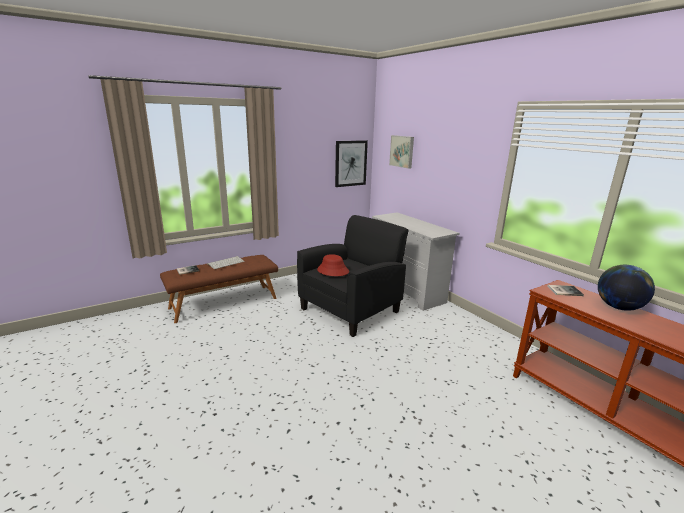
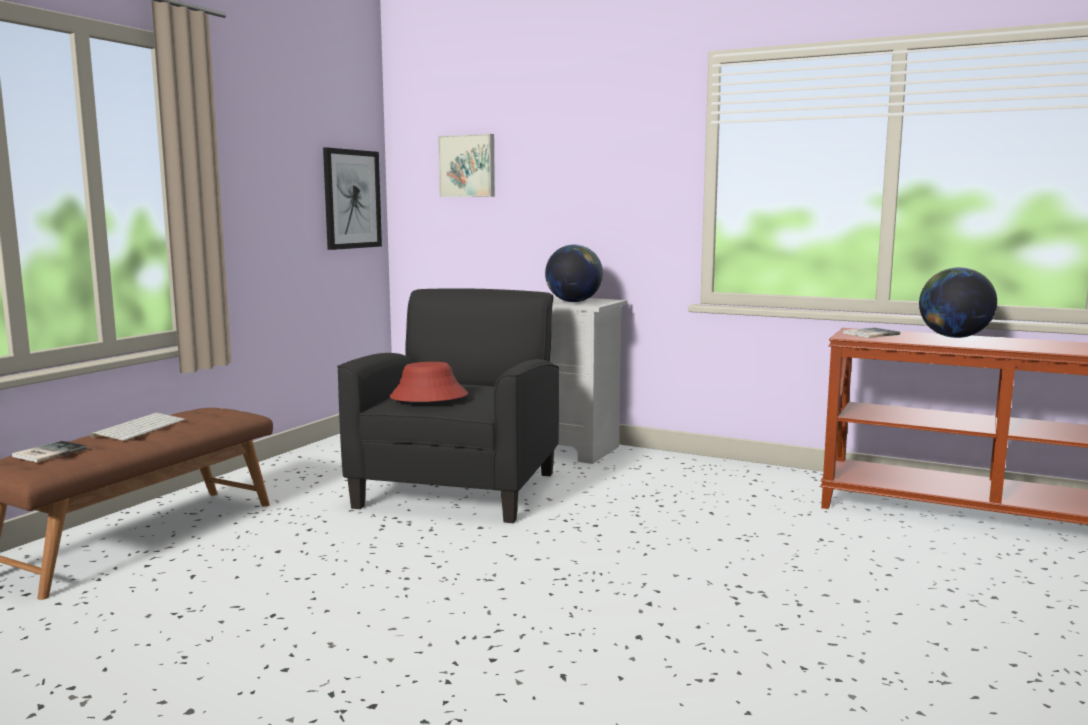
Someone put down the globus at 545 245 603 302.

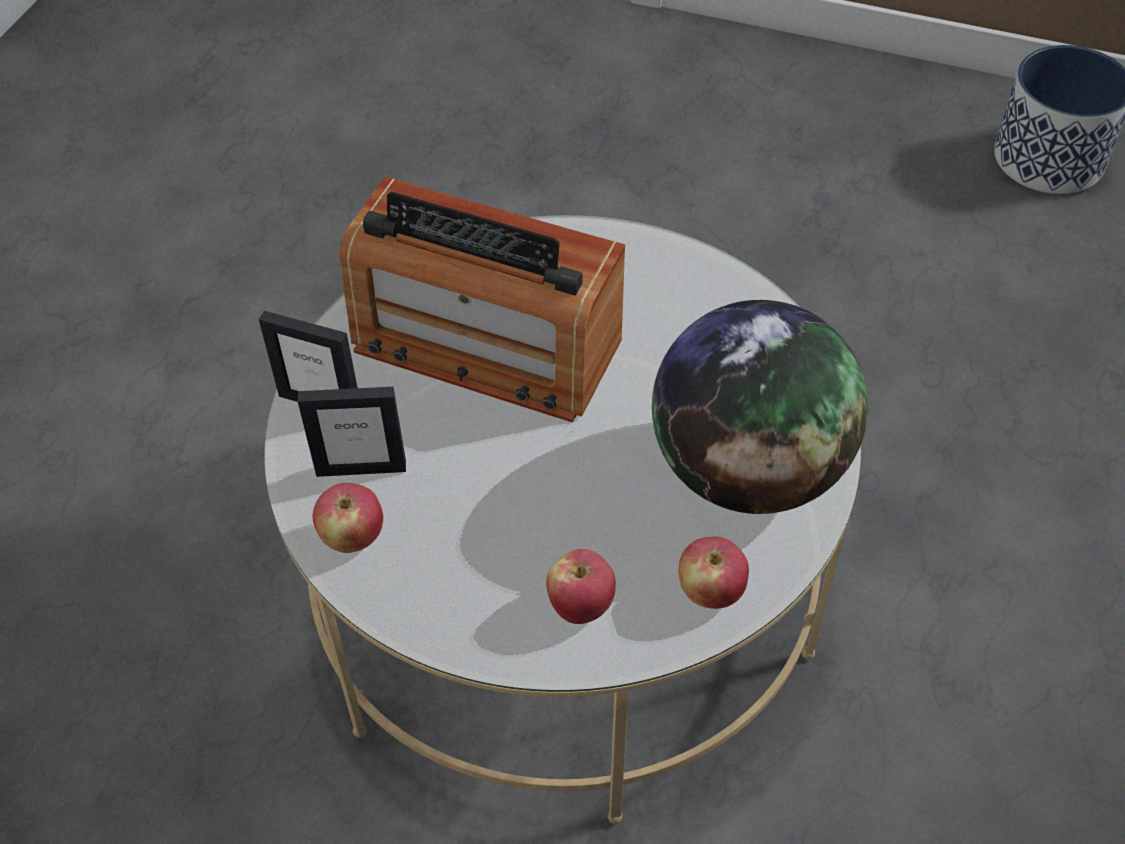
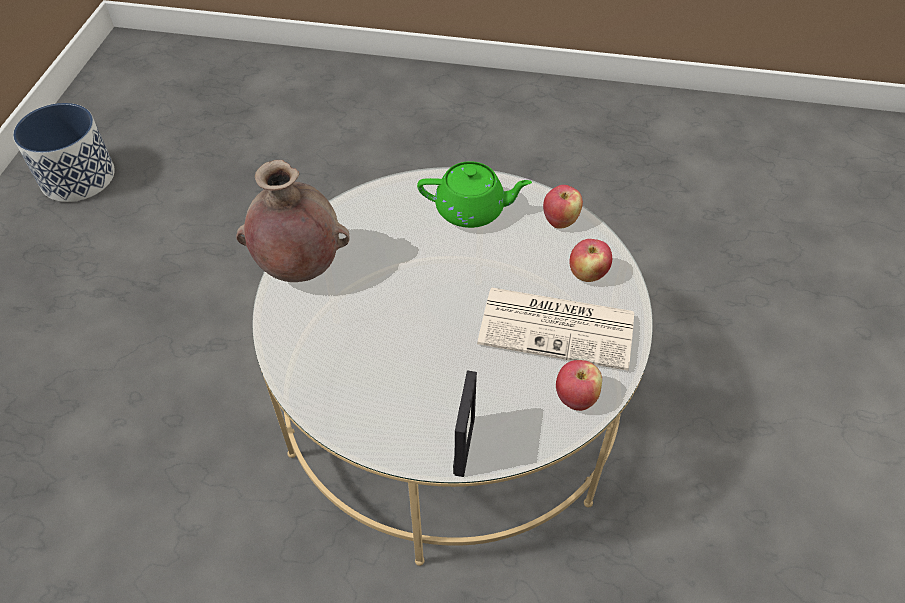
Someone put down the wazon (brązowy) at 236 160 350 282.
Someone swapped the globus at 652 300 868 514 for the imbryk (zielony) at 417 161 532 228.
Someone put down the gazeta at 477 288 634 371.
Someone took away the ramka na zdjęcie at 298 387 406 477.
Someone took away the radio at 339 176 625 423.

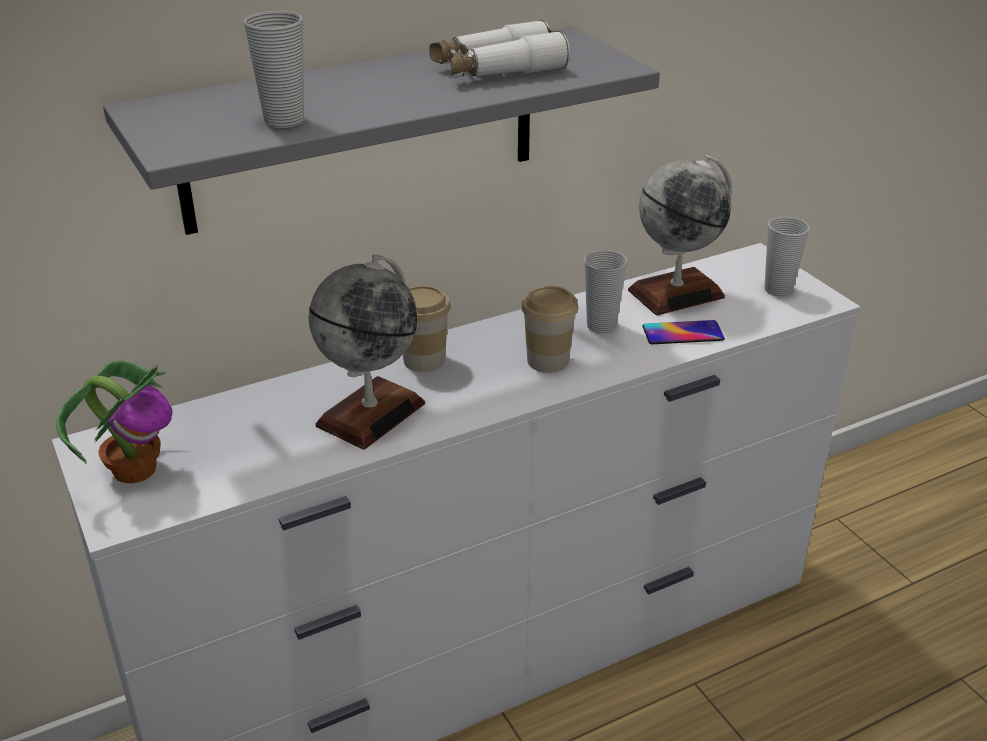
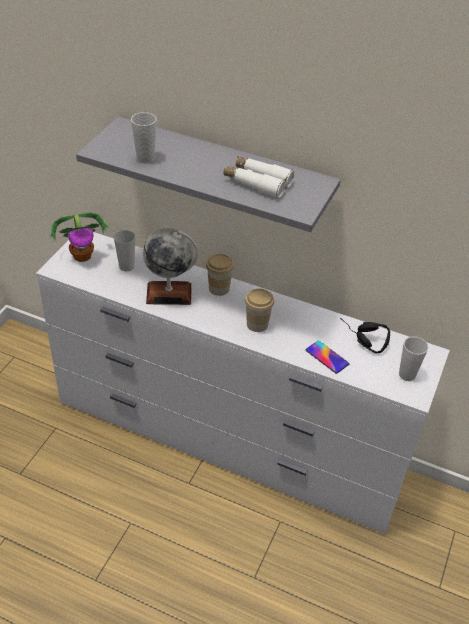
Someone carried the filiżanka from 584 249 627 333 to 114 230 136 272.
Someone swapped the globus at 628 155 732 315 for the słuchawki (czarny) at 340 318 390 354.

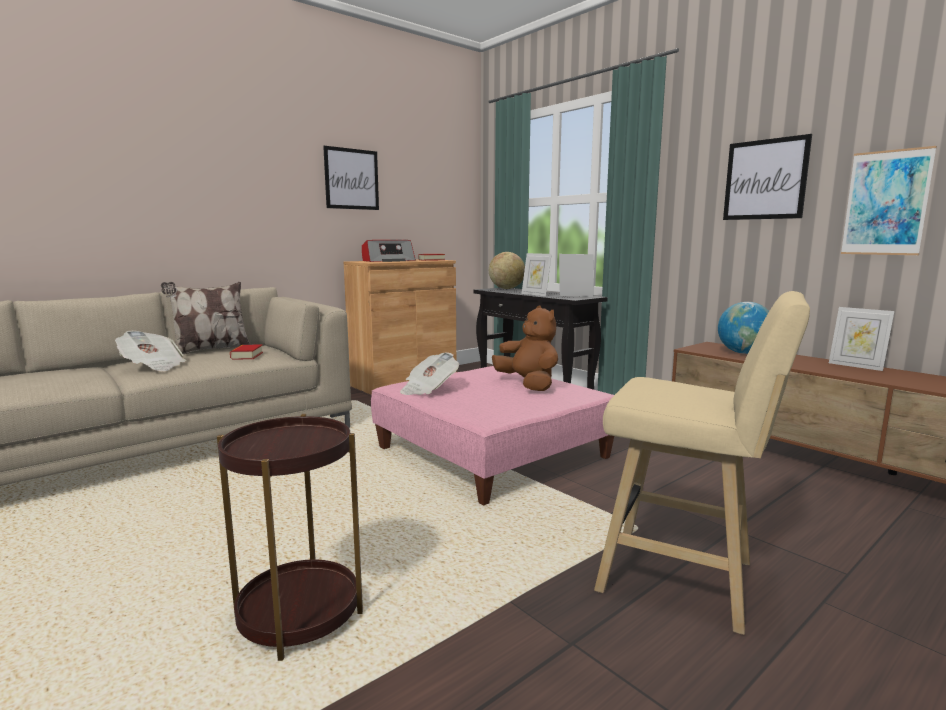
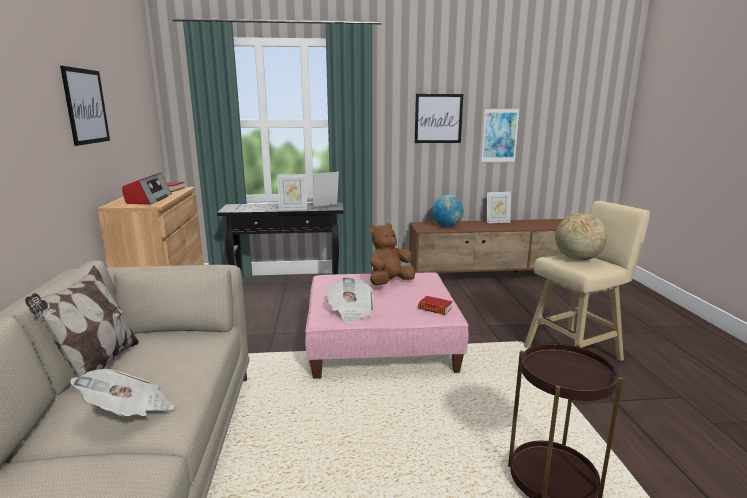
Someone rotated the pluszak (brązowy) at 492 306 558 391 by 45 degrees counterclockwise.
Someone carried the książka from 230 344 263 360 to 418 296 452 315.
Someone carried the globus from 489 252 525 289 to 555 213 607 261.

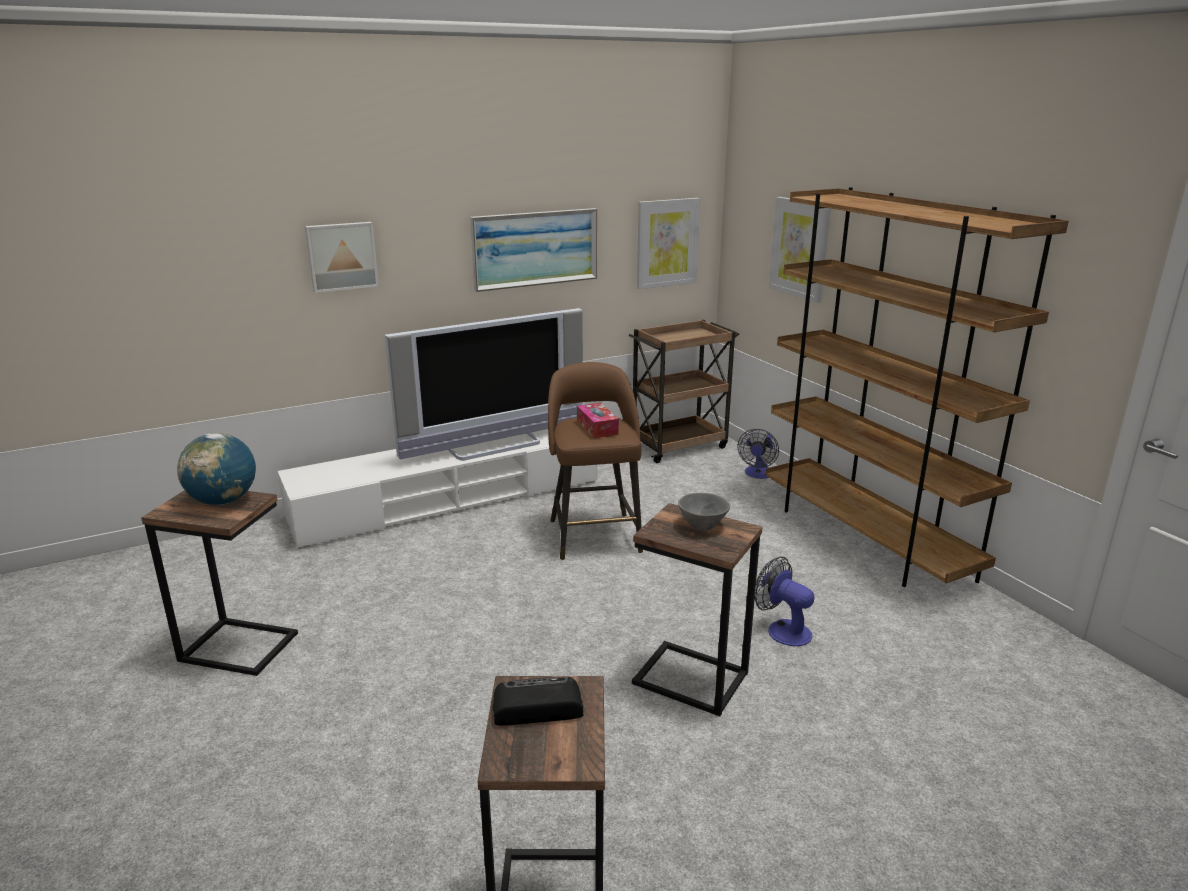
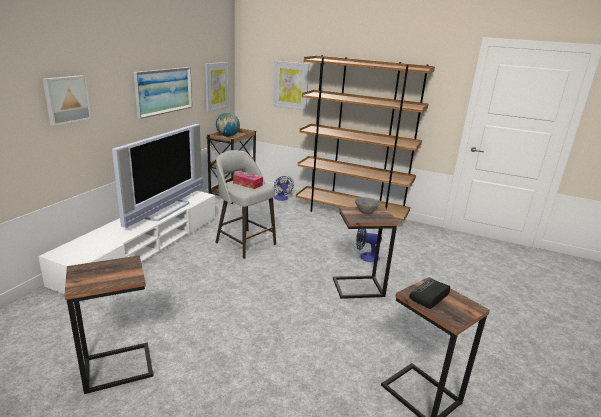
Someone repainted the stołek (brązowy) at 548 362 643 560, which became the stołek (szary) at 215 150 276 259.
Someone carried the globus from 177 433 256 505 to 216 113 240 137.

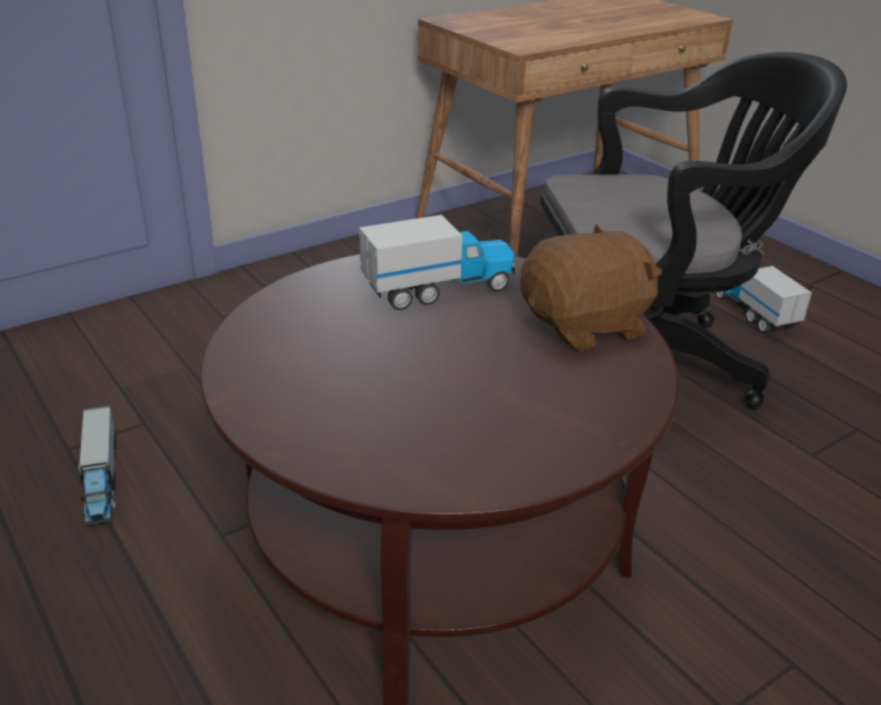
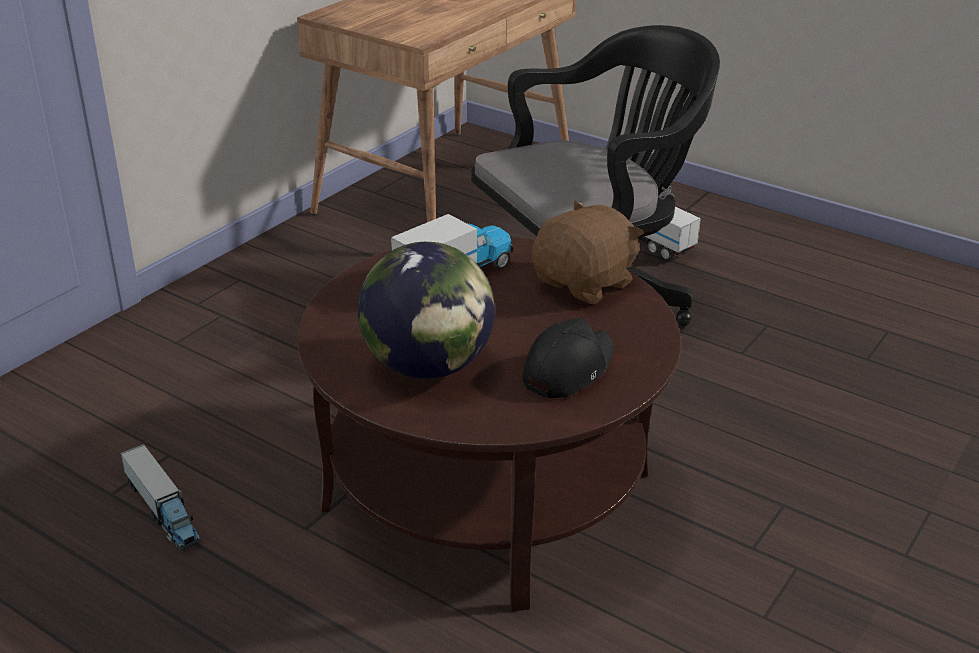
Someone put down the globus at 358 242 495 379.
Someone put down the czapka z daszkiem (czarny) at 522 318 614 398.

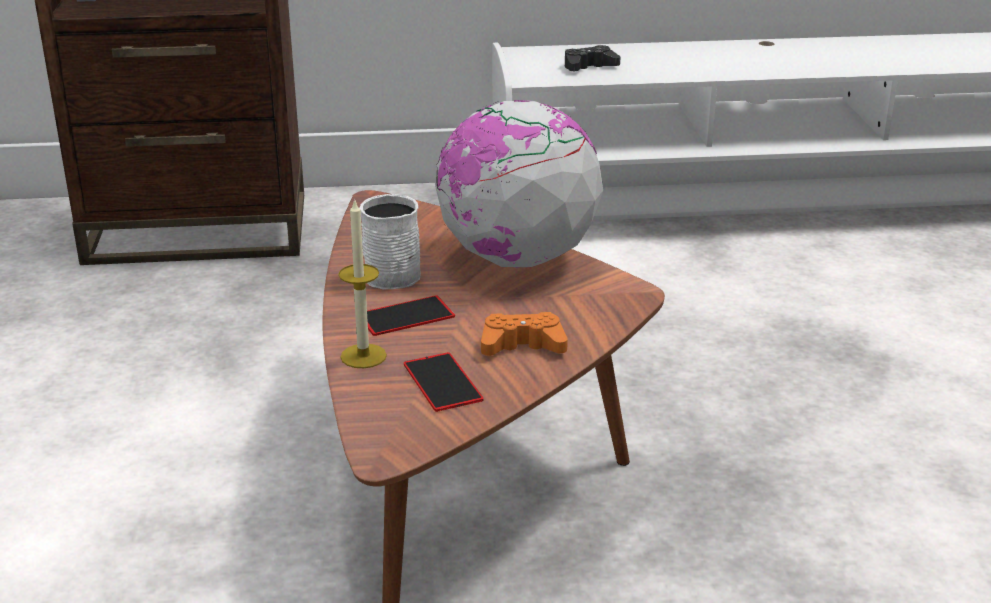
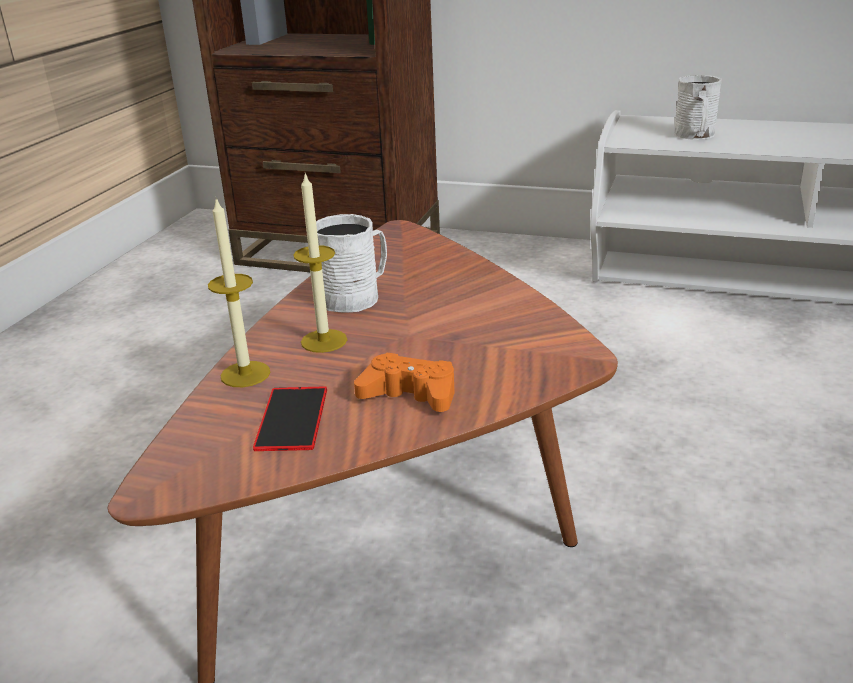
Someone swapped the telefon at 367 295 455 336 for the świeca at 293 173 347 353.
Someone swapped the pad do gier (czarny) at 565 45 620 71 for the kubek (biały) at 674 75 722 140.
Someone took away the globus at 435 100 603 268.

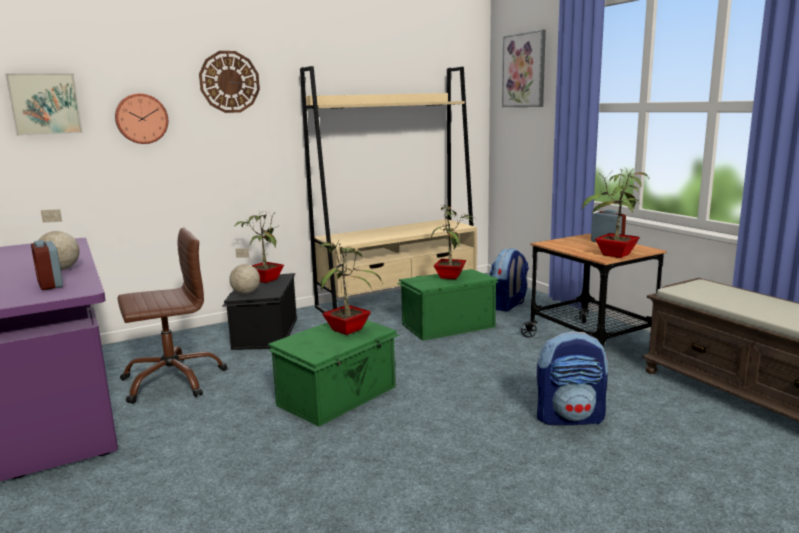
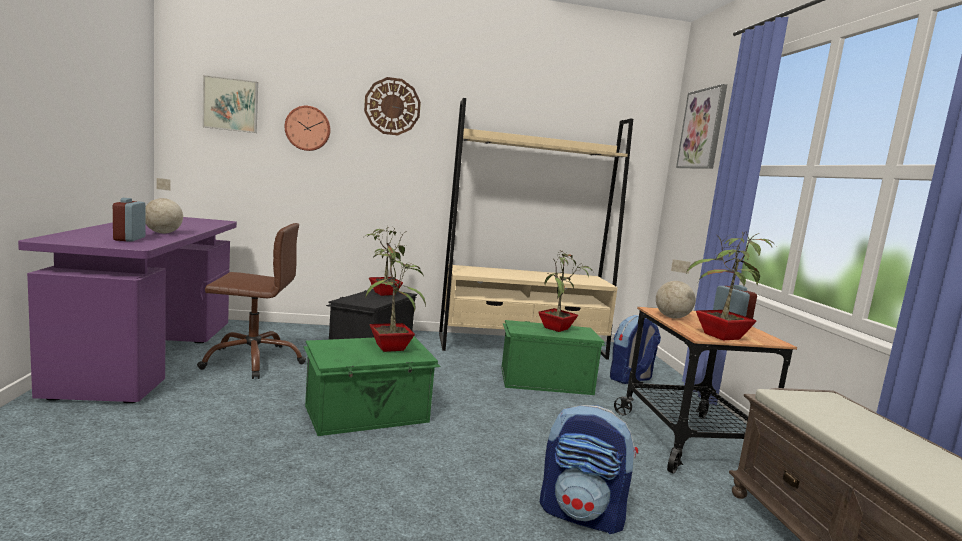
Someone carried the globus from 229 248 260 294 to 656 259 695 318.

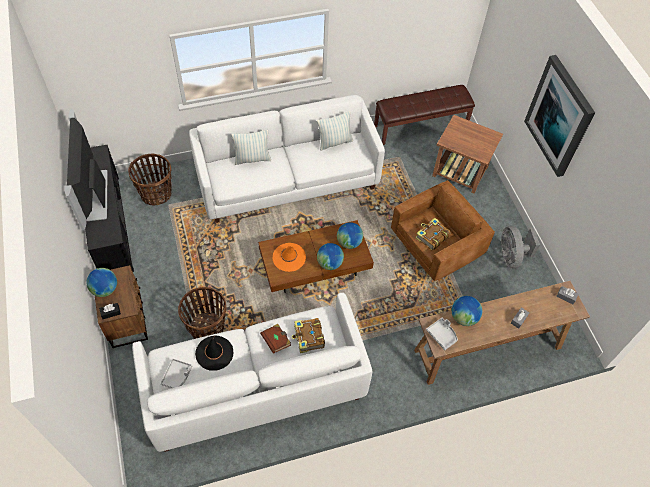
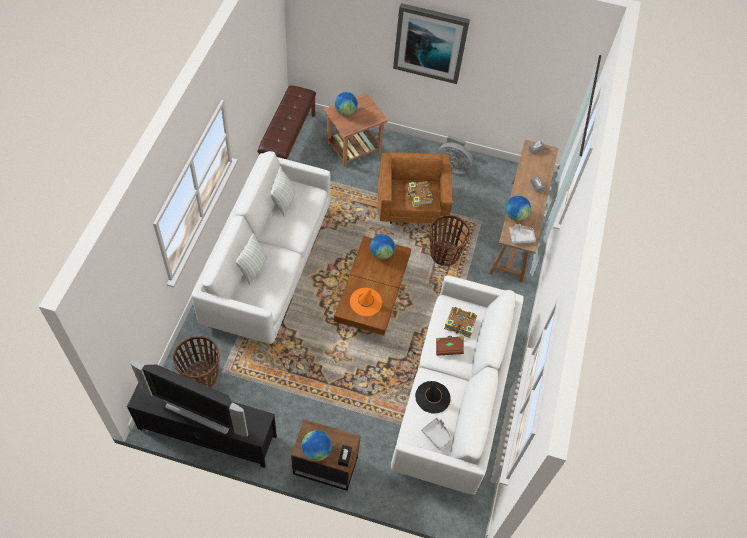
Someone carried the globus from 317 243 344 270 to 335 92 358 116.
Someone carried the koszyk from 178 287 227 339 to 429 215 470 266.

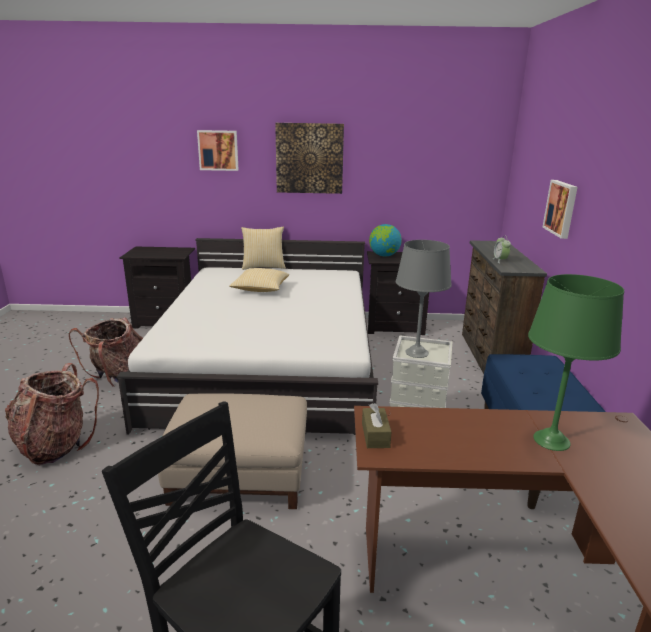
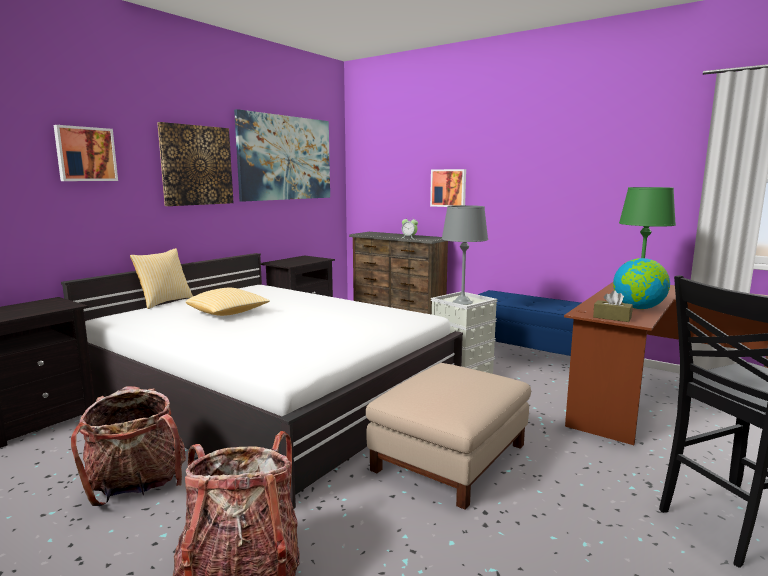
Someone put up the obraz at 234 109 330 202.
Someone carried the globus from 369 224 402 257 to 613 258 670 309.

